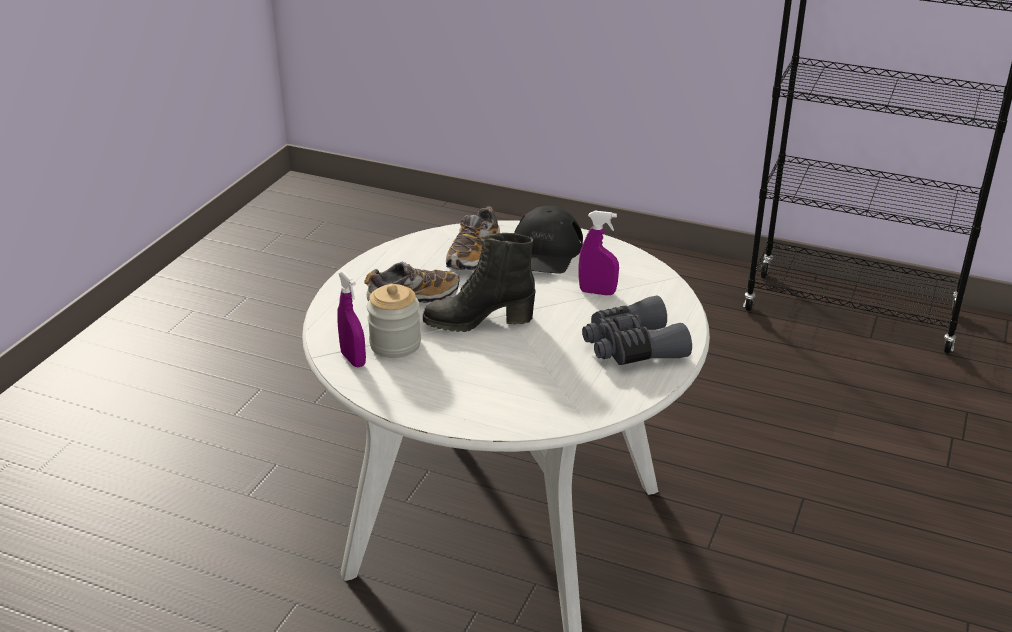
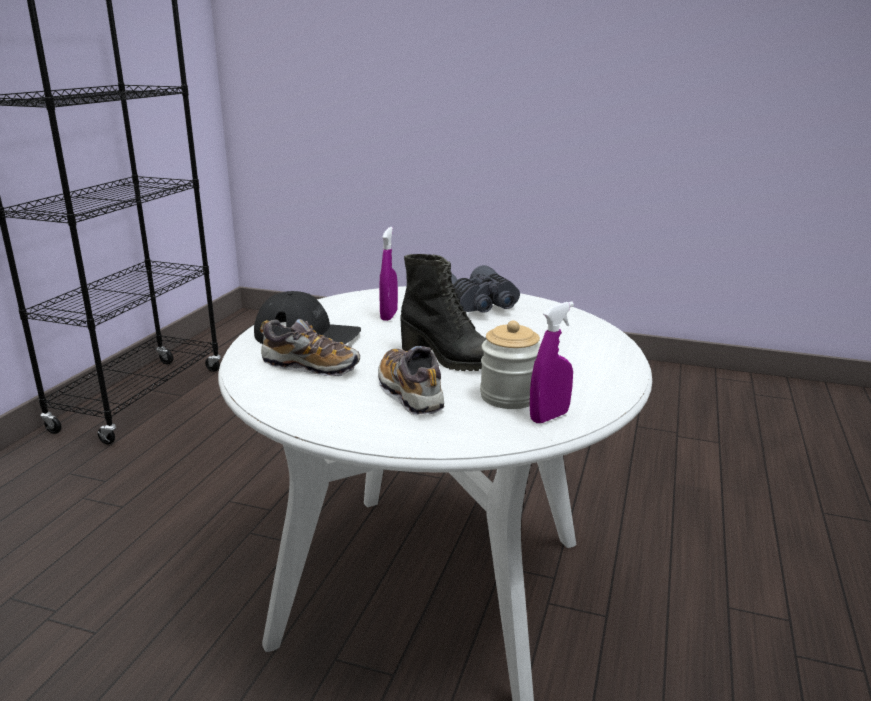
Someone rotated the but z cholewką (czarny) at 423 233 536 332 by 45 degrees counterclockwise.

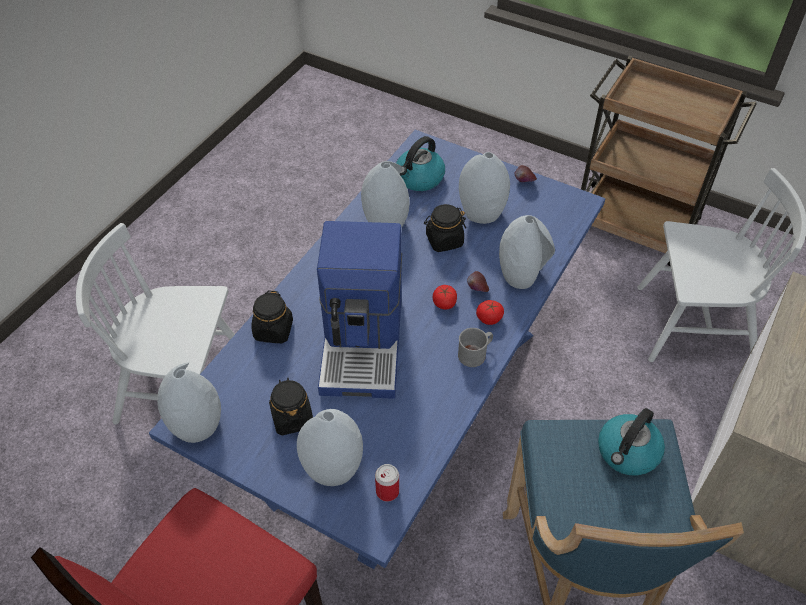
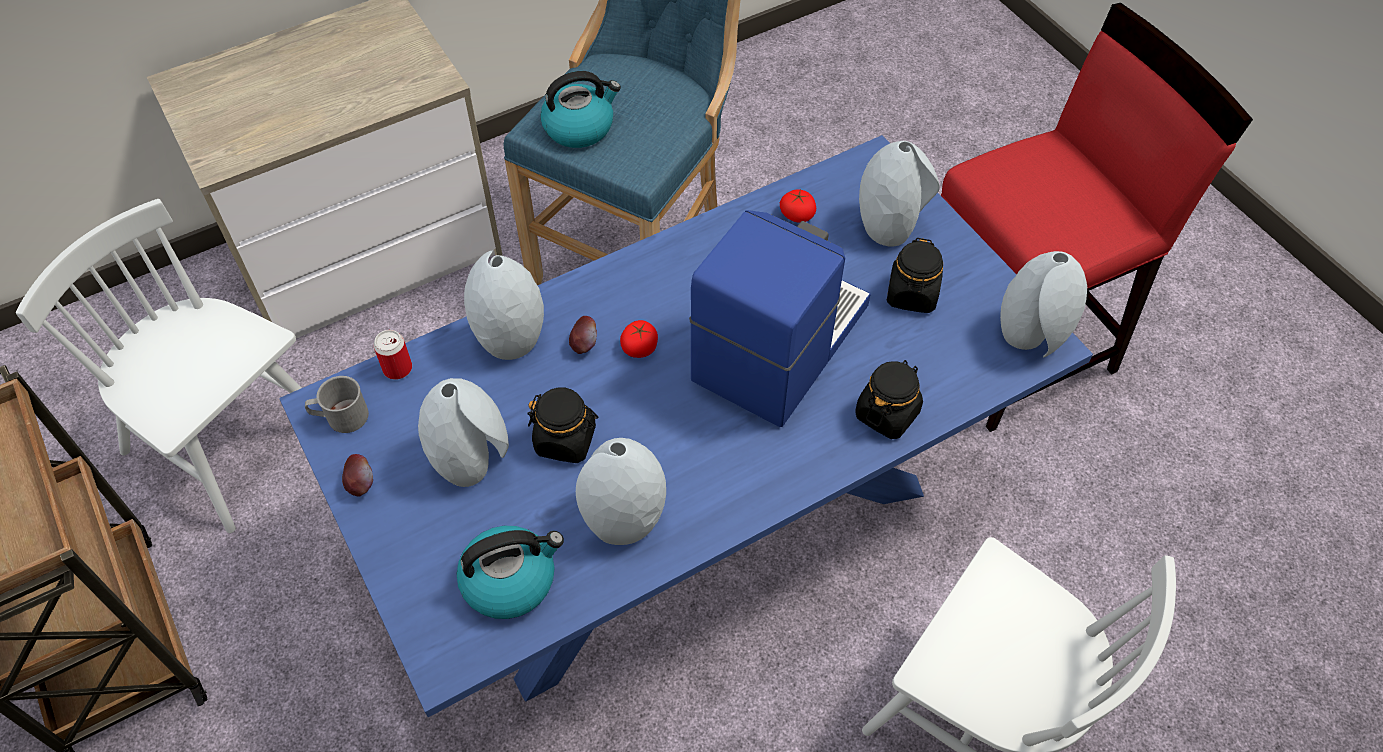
Someone carried the kubek (szary) from 458 328 493 367 to 305 376 369 433.
Someone carried the puszka from 375 464 399 502 to 373 330 412 380.
Someone carried the pomidor from 476 300 504 325 to 780 189 816 223.

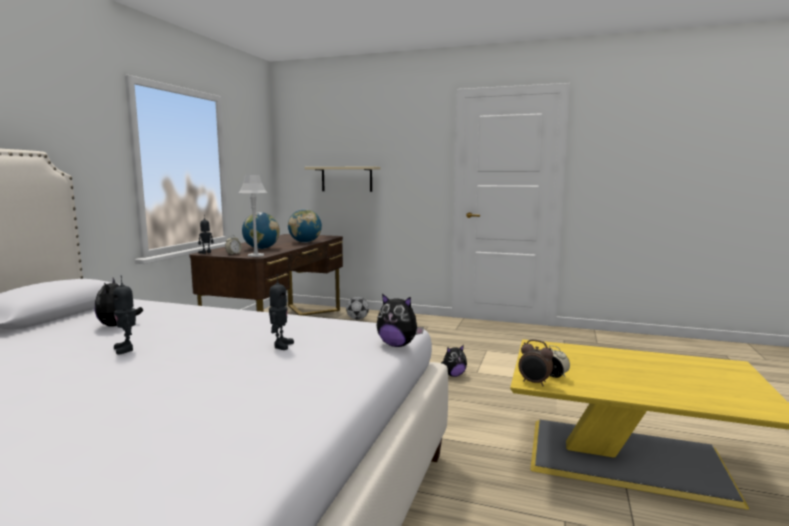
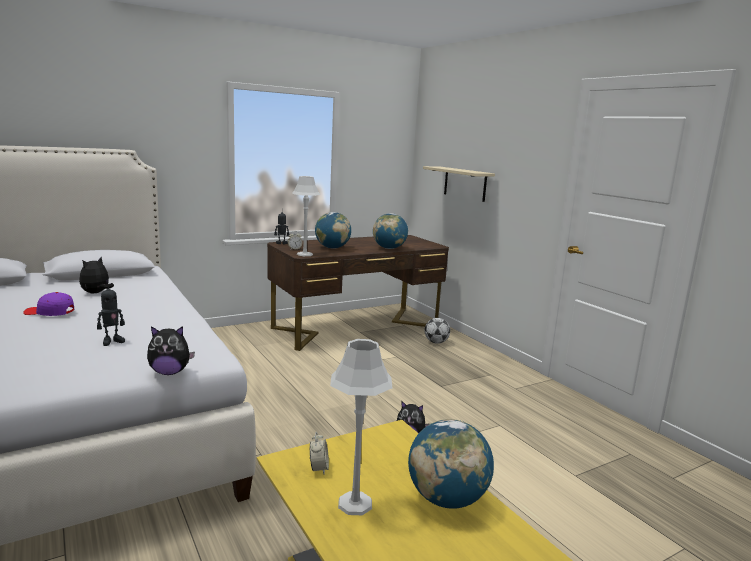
Someone swapped the robot zabawkowy at 113 276 136 355 for the czapka z daszkiem (fioletowy) at 23 292 75 316.
Someone rotated the pluszak at 376 294 424 347 by 75 degrees counterclockwise.
Someone put down the lampa stołowa (szary) at 330 339 393 515.
Someone put down the globus at 408 419 494 509.
Someone took away the budzik at 518 339 553 386.

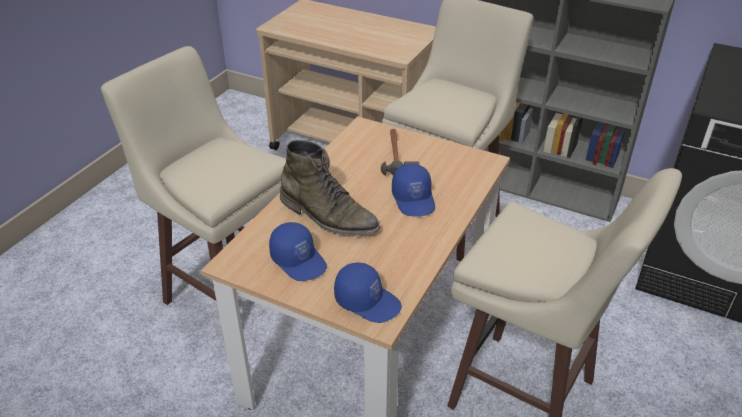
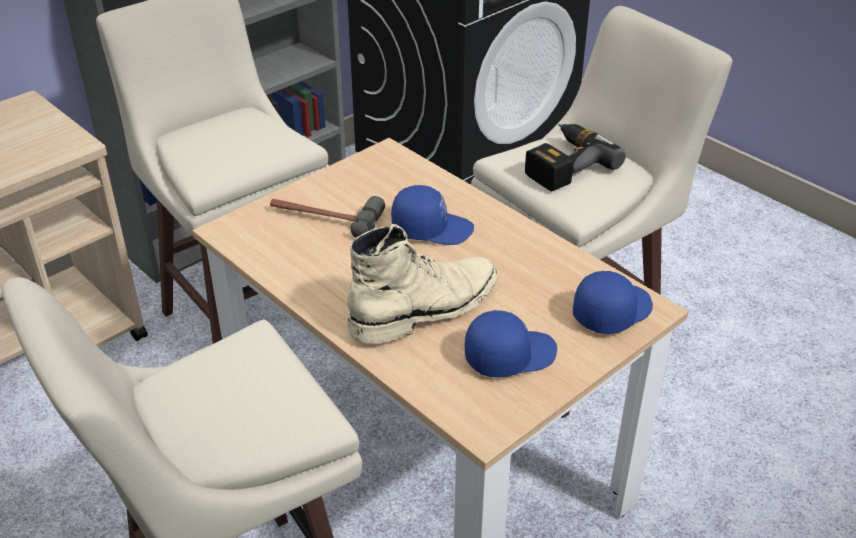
Someone repainted the but z cholewką (zielony) at 280 140 380 236, which became the but z cholewką (beżowy) at 347 224 498 344.
Someone put down the wiertarka at 525 124 626 191.

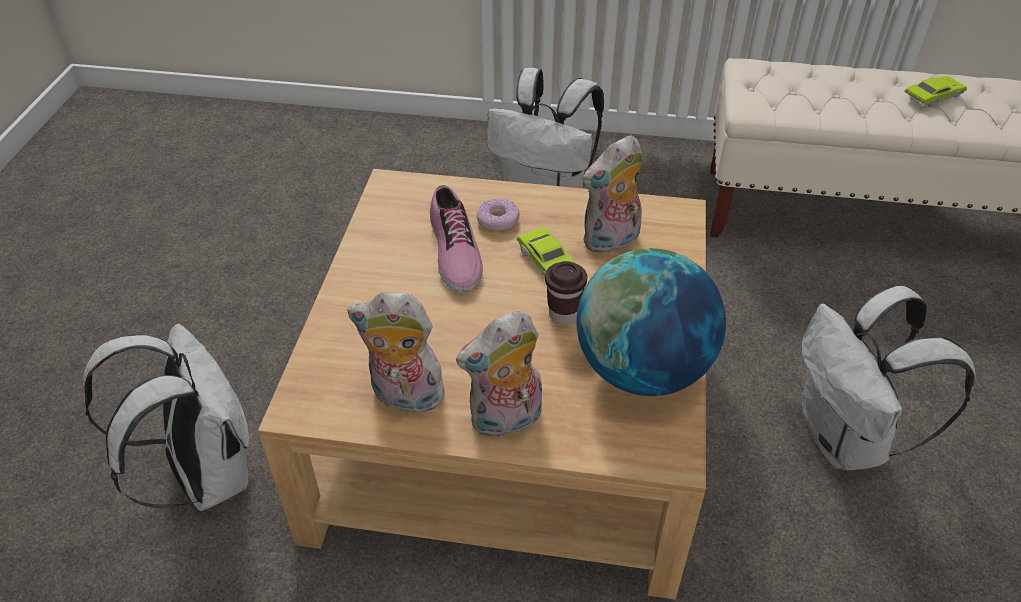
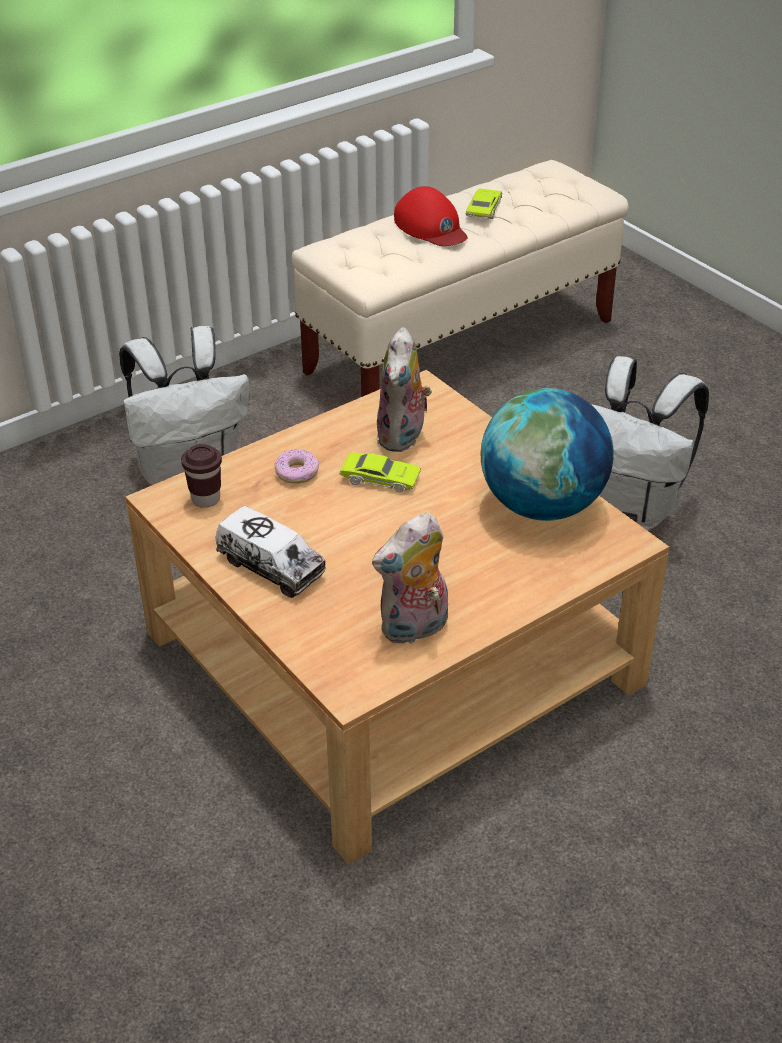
Someone carried the filiżanka (brązowy) from 545 261 587 325 to 181 444 222 508.
Someone put down the ciężarówka zabawkowa at 216 506 326 598.
Someone put down the czapka z daszkiem (czerwony) at 394 186 468 246.
Someone took away the plecak (biały) at 83 324 249 511.
Someone took away the but at 430 185 483 292.
Someone took away the pluszak at 456 310 542 438.

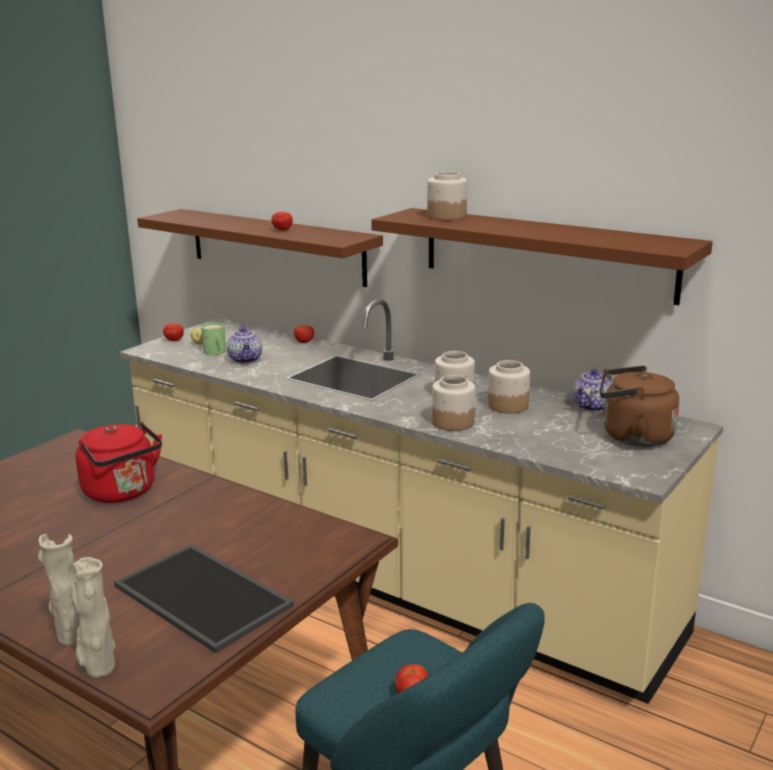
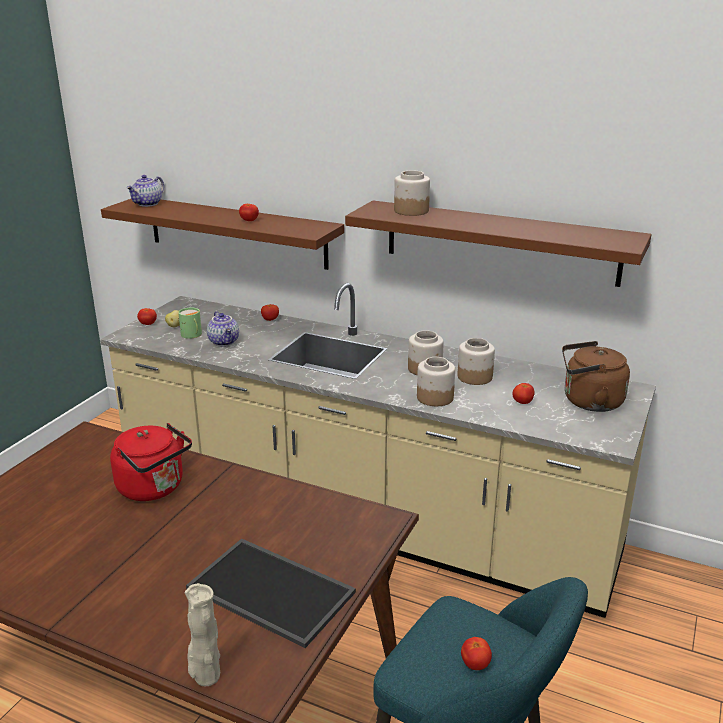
Someone carried the imbryk from 573 369 612 412 to 126 175 164 207.
Someone put down the pomidor at 512 383 535 404.
Someone took away the wazon (beżowy) at 38 534 80 646.

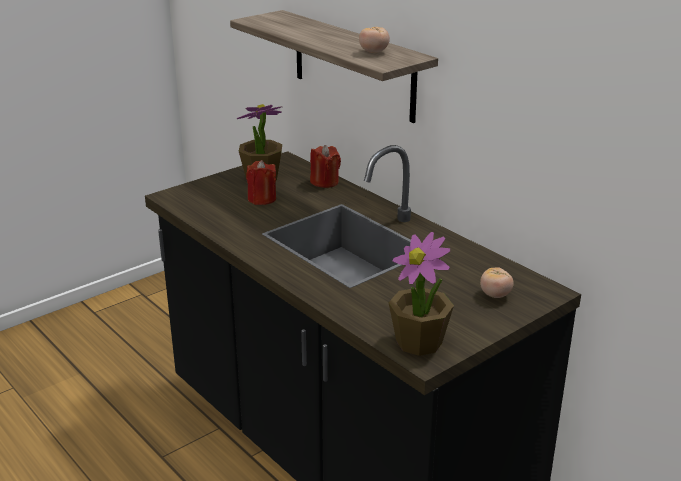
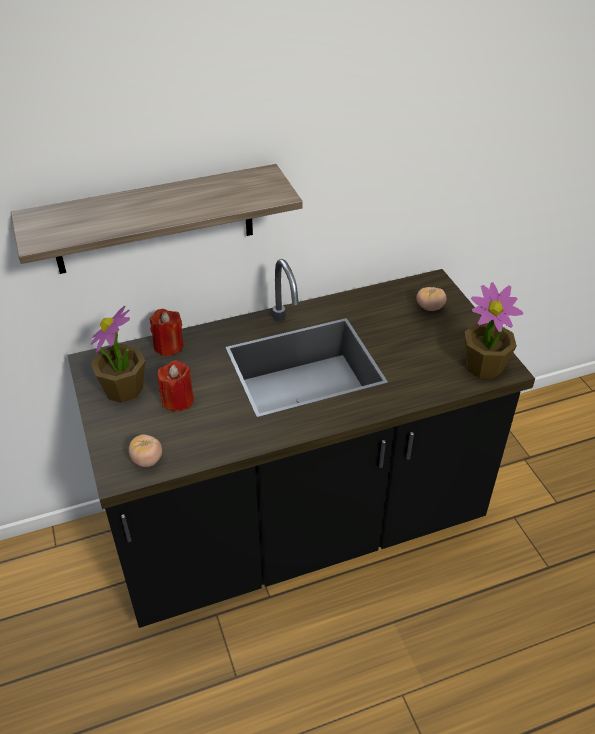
Someone carried the pomidor from 359 27 390 53 to 129 434 162 467.

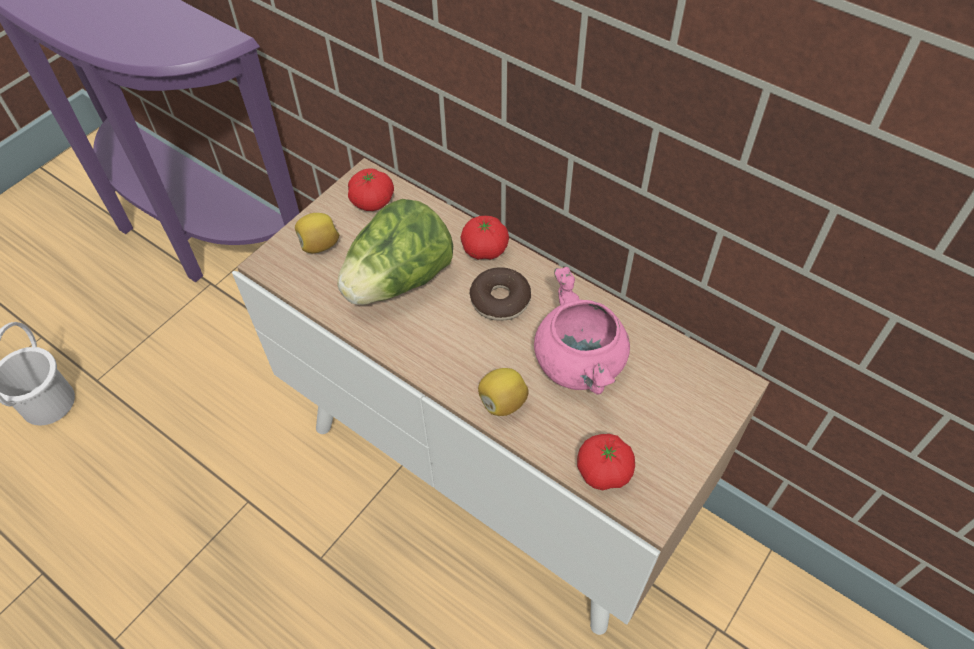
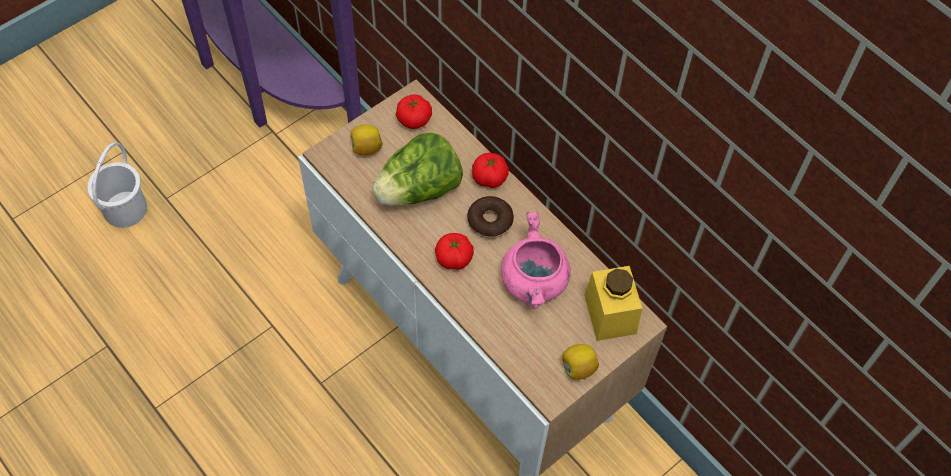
Someone carried the pomidor from 577 434 635 490 to 435 233 474 270.
Someone carried the cytryna from 478 368 529 416 to 562 344 599 380.
Someone put down the słoik (żółty) at 584 266 642 341.

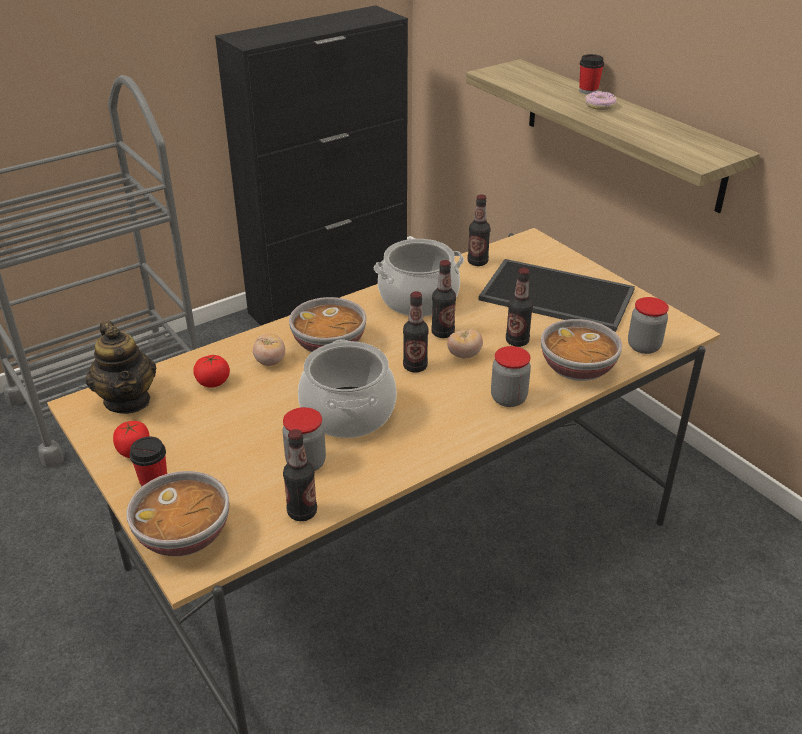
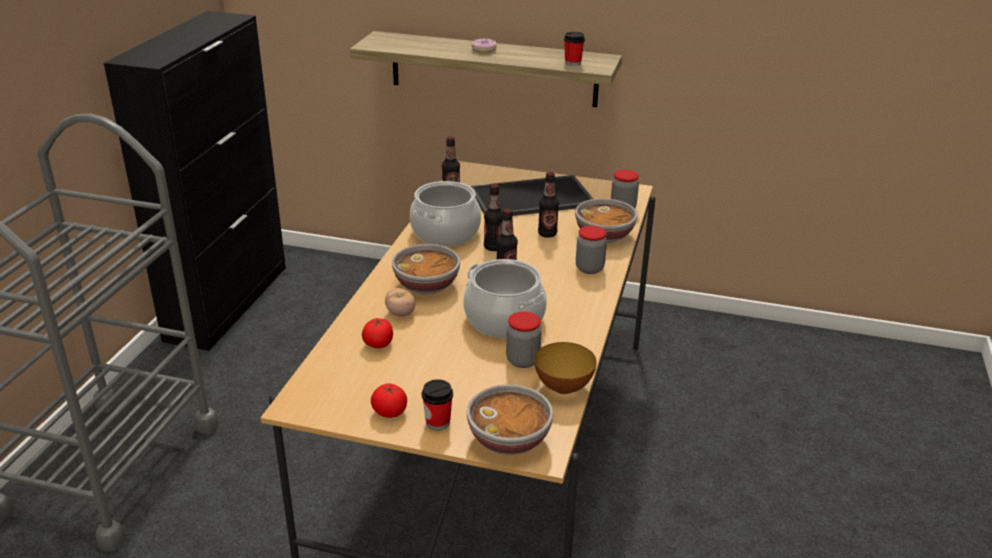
Someone swapped the butelka at 283 429 317 521 for the miska at 534 342 597 394.
Someone carried the filiżanka from 579 54 604 94 to 564 32 585 66.
Someone took away the imbryk at 86 321 156 414.
Someone took away the pomidor at 447 329 483 359.

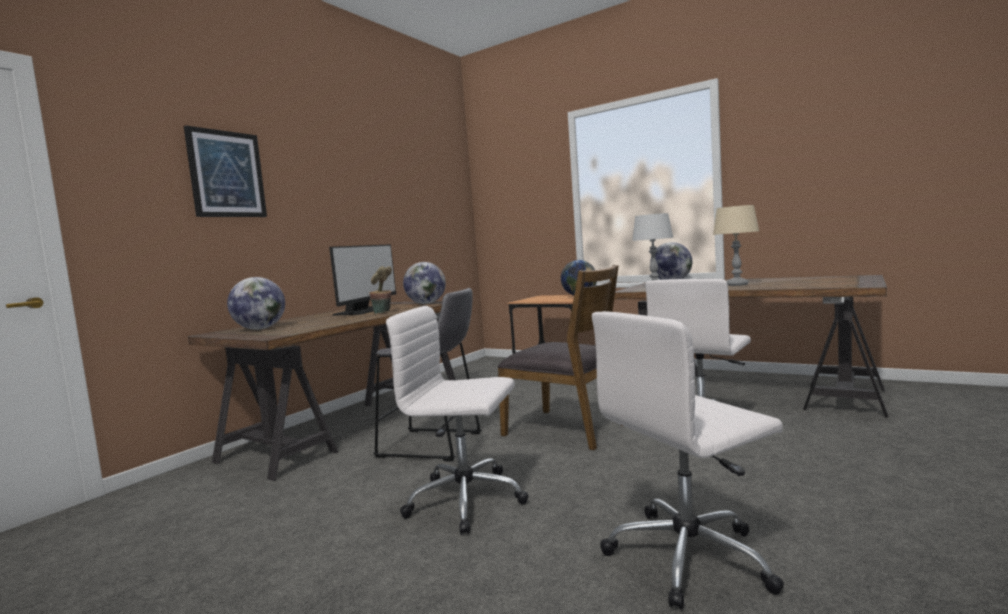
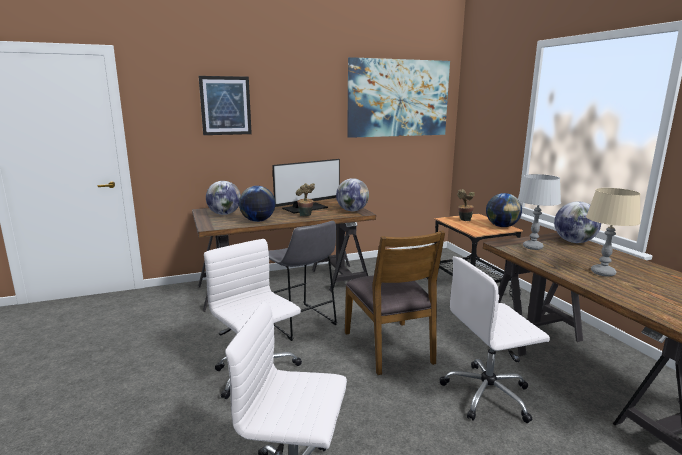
Someone put down the globus at 239 186 275 222.
Someone put up the obraz at 347 57 450 138.
Someone put down the roślina doniczkowa at 457 189 475 221.

